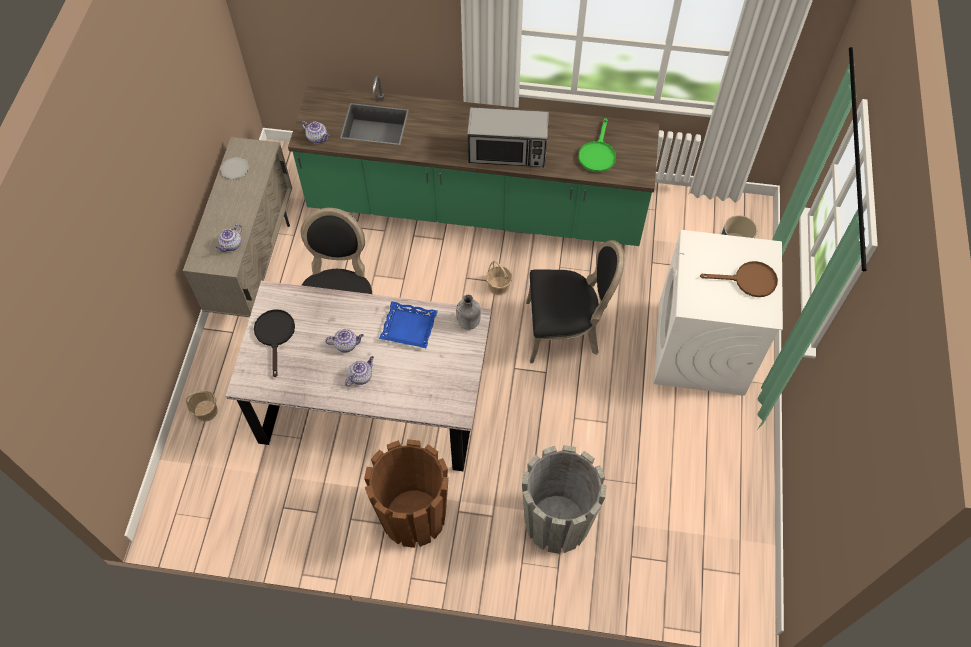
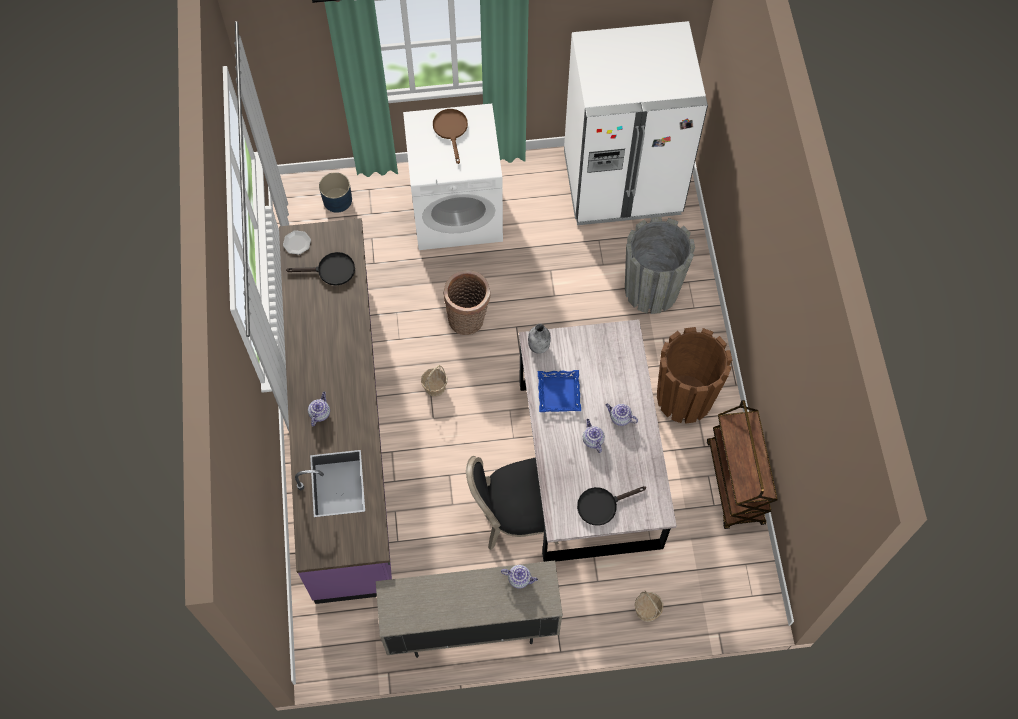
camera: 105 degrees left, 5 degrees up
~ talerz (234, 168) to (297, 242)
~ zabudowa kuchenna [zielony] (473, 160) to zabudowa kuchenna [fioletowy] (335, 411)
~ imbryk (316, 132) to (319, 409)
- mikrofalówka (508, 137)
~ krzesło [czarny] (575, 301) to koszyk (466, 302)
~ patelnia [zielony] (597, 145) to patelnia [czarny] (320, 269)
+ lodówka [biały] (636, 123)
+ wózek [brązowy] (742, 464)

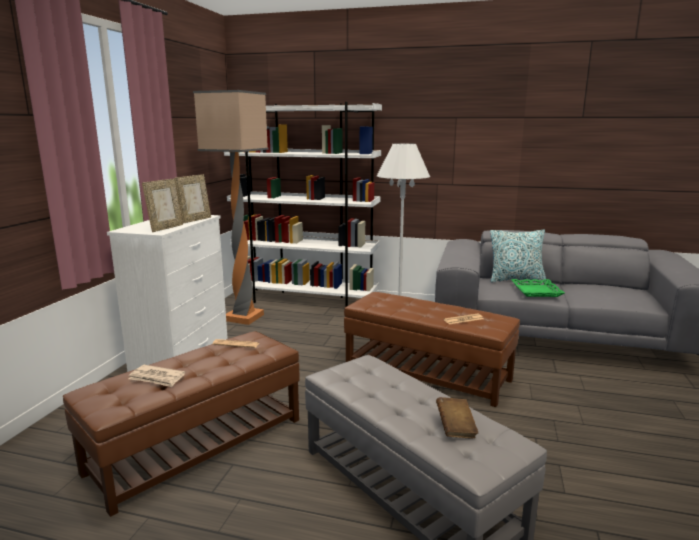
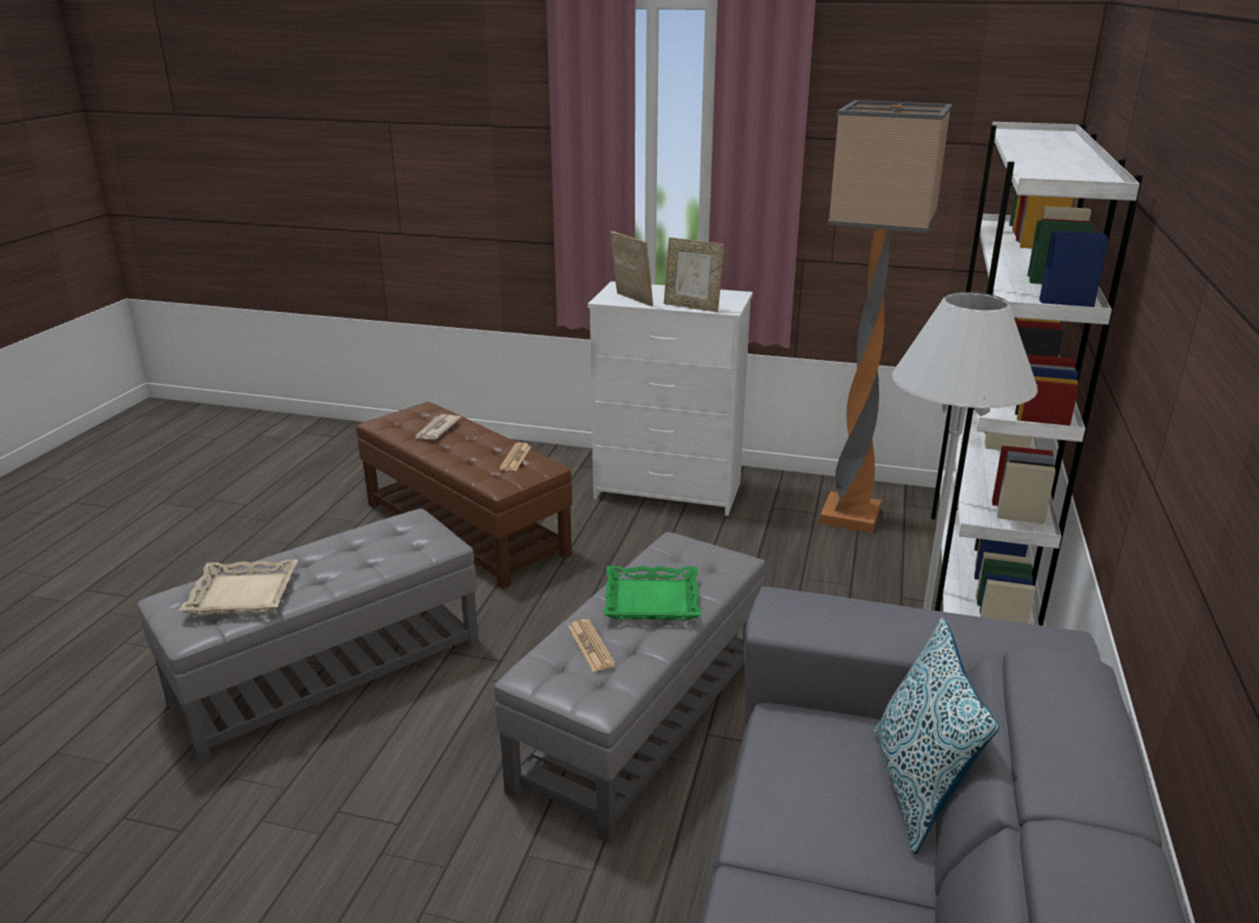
camera: 90 degrees right, 10 degrees up
~ ramka na zdjęcie (162, 205) = (631, 268) 150 degrees counterclockwise
~ pufa [brązowy] (432, 349) to pufa [szary] (629, 687)
~ książka [brązowy] (457, 418) to taca [beżowy] (238, 587)
~ taca [zielony] (538, 288) to (652, 593)

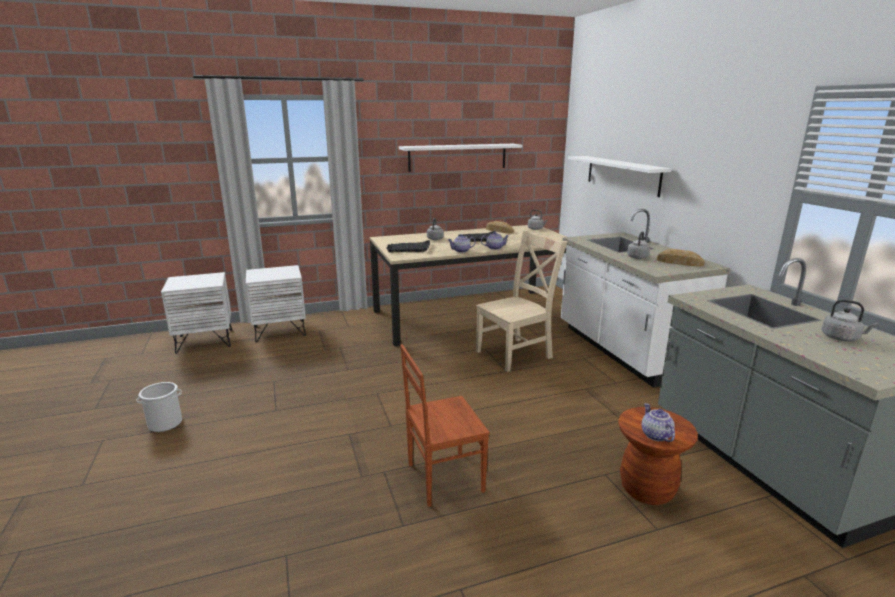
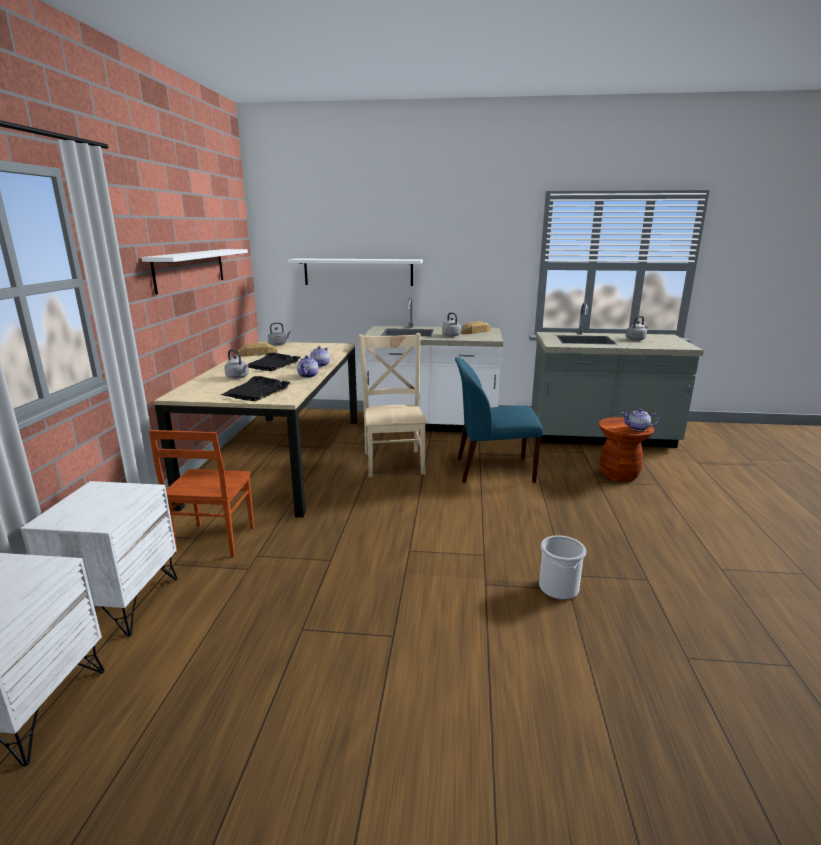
camera: 65 degrees left, 0 degrees up
~ wiadro (159, 407) to (562, 567)
~ krzesło [brązowy] (445, 425) to (201, 493)
+ krzesło [niebieski] (499, 420)

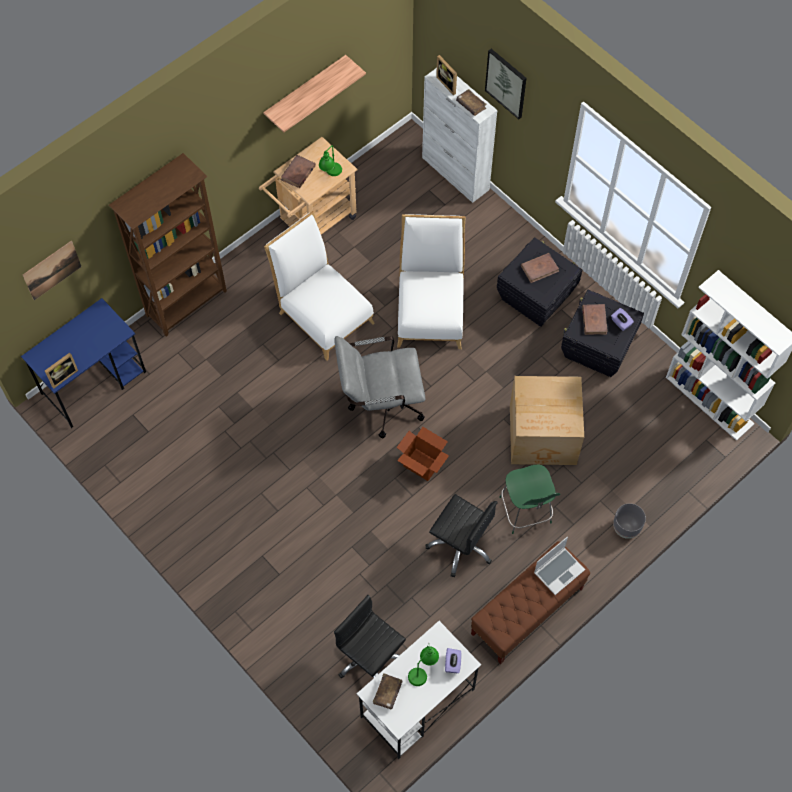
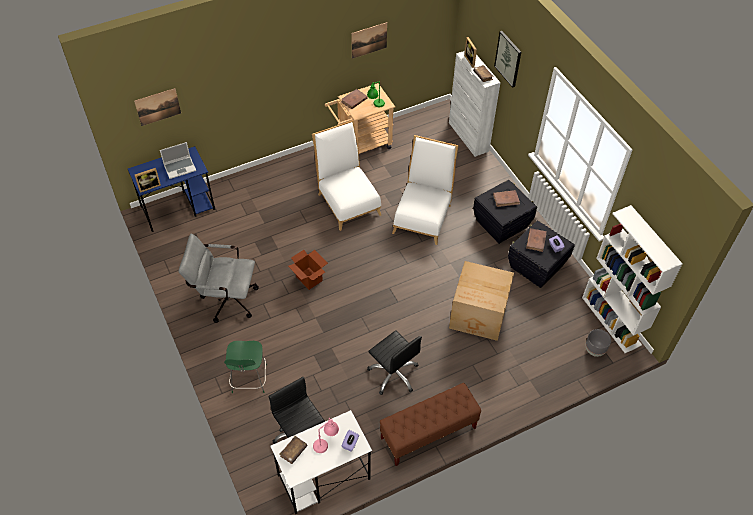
camera: 15 degrees right, 10 degrees down
- regał [brązowy] (168, 244)
~ półka (314, 93) to obraz (369, 40)
~ krzesło biurowe [szary] (379, 387) to (218, 278)
~ karton (423, 454) to (308, 270)
~ lampa stołowa [zielony] (423, 666) to lampa stołowa [różowy] (326, 435)
~ krzesło [zielony] (529, 499) to (245, 367)
~ laptop (559, 566) to (178, 160)
~ donica [szary] (629, 521) to (598, 343)

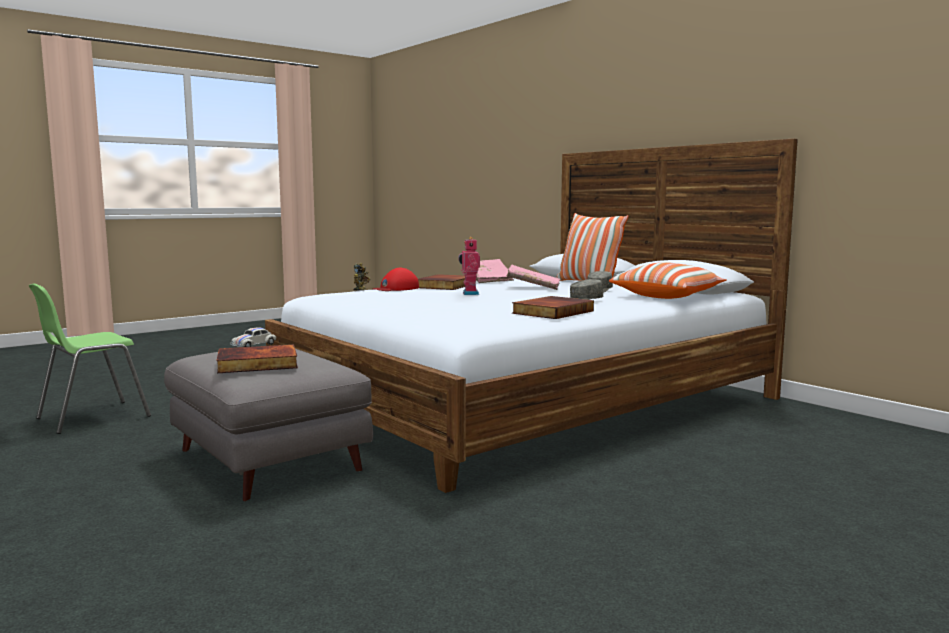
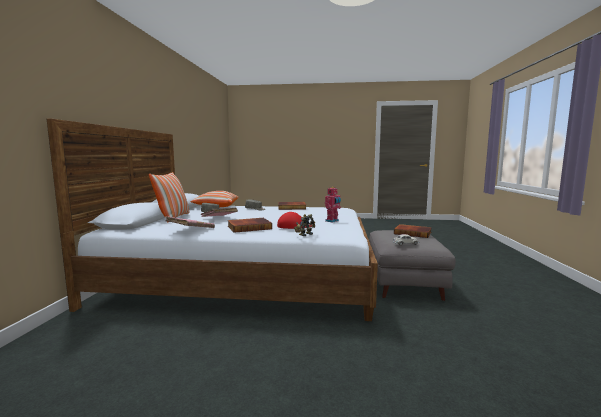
camera: 135 degrees left, 0 degrees up
- krzesło [zielony] (90, 358)
~ robot zabawkowy (469, 266) to (333, 205)

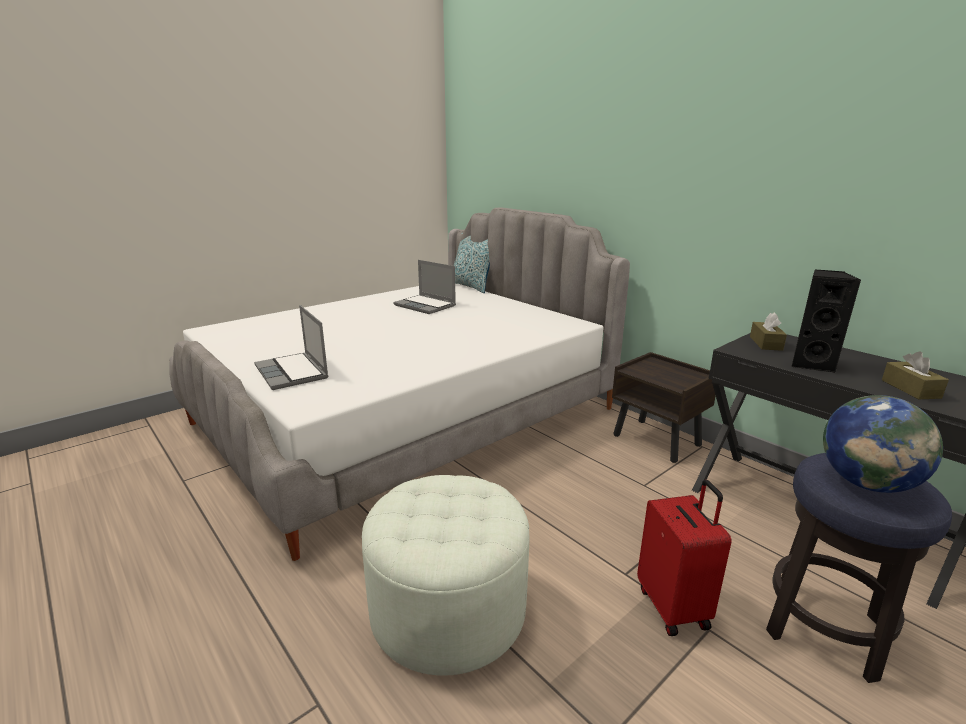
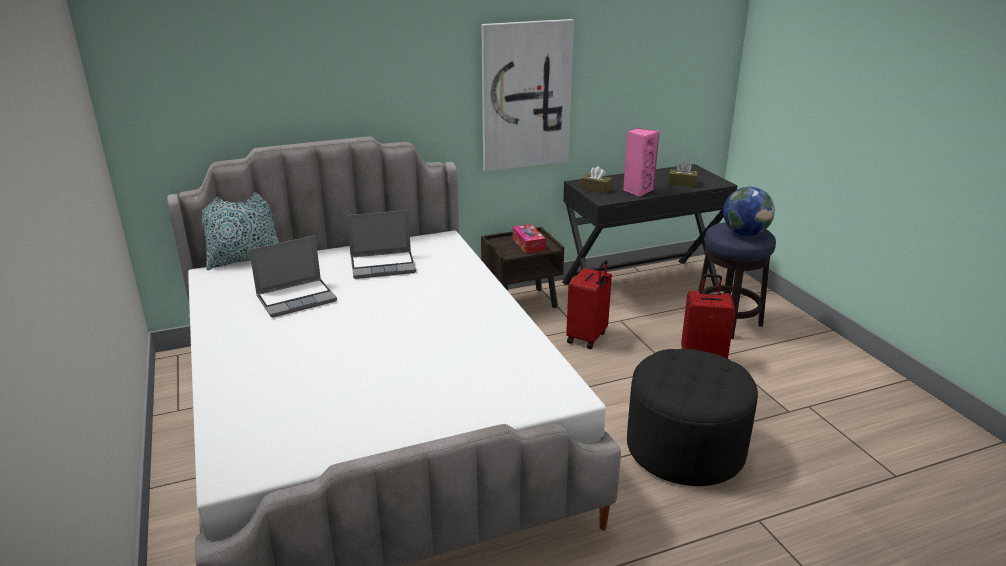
camera: 70 degrees left, 5 degrees up
~ laptop (291, 347) to (381, 244)
~ pufa [biały] (445, 575) to pufa [czarny] (692, 417)
~ głośnik [czarny] (826, 321) to głośnik [różowy] (641, 162)
+ obraz (527, 95)
+ pudełko chusteczek (529, 239)
+ walizka [czerwony] (589, 304)

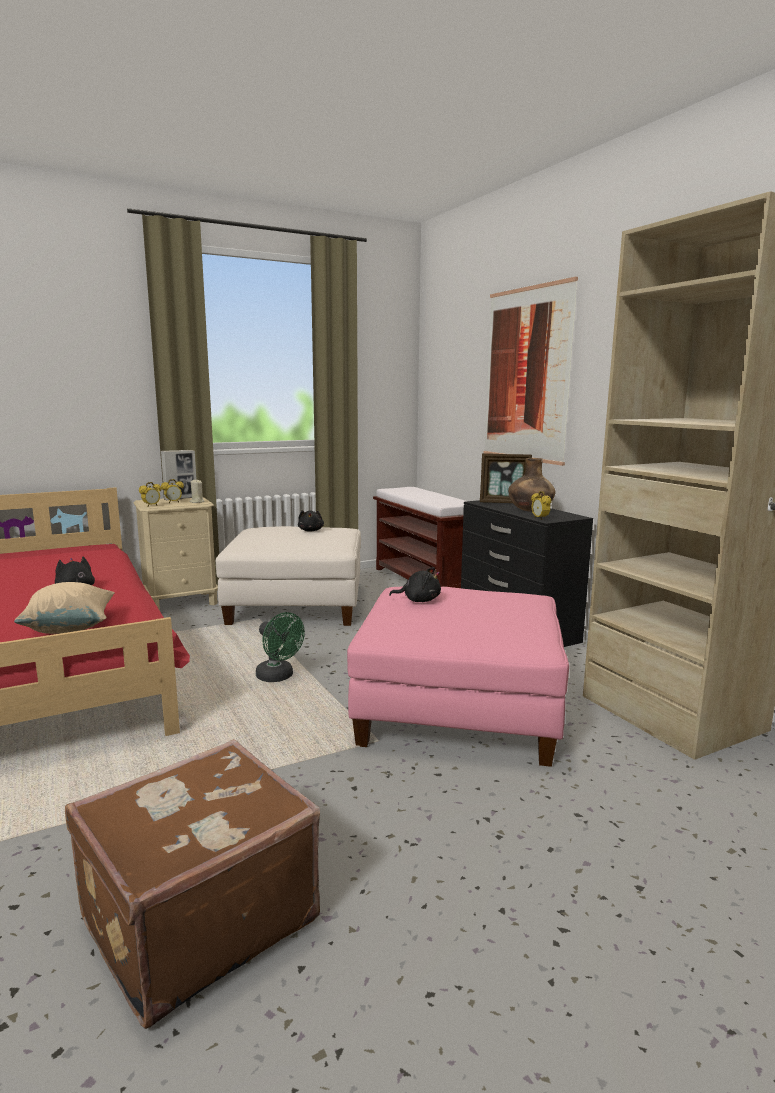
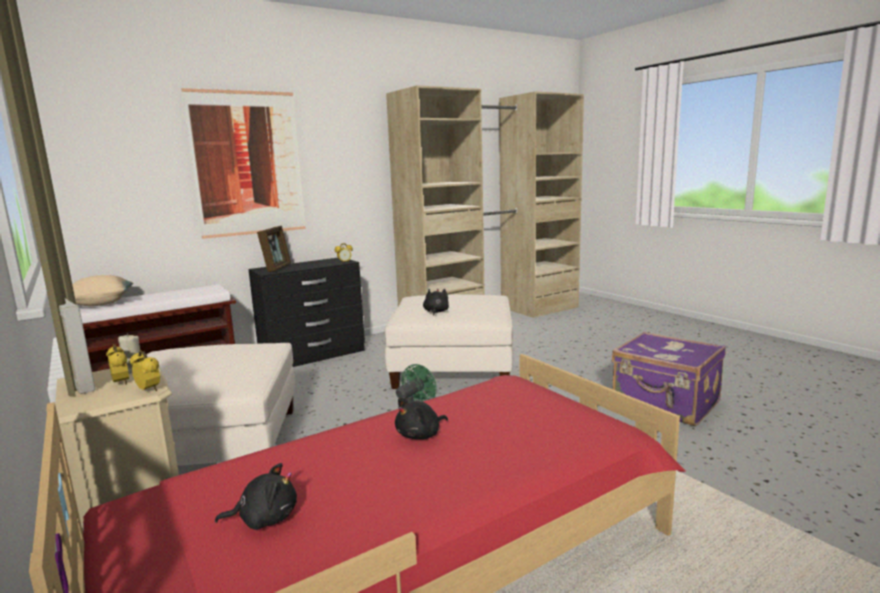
camera: 95 degrees left, 0 degrees up
~ poduszka [beżowy] (64, 608) to (102, 290)
~ walizka [brązowy] (192, 884) to walizka [fioletowy] (669, 379)
~ pluszak [czarny] (311, 521) to (256, 496)
~ pufa [różowy] (458, 676) to pufa [biały] (448, 341)
- wazon [brązowy] (532, 485)

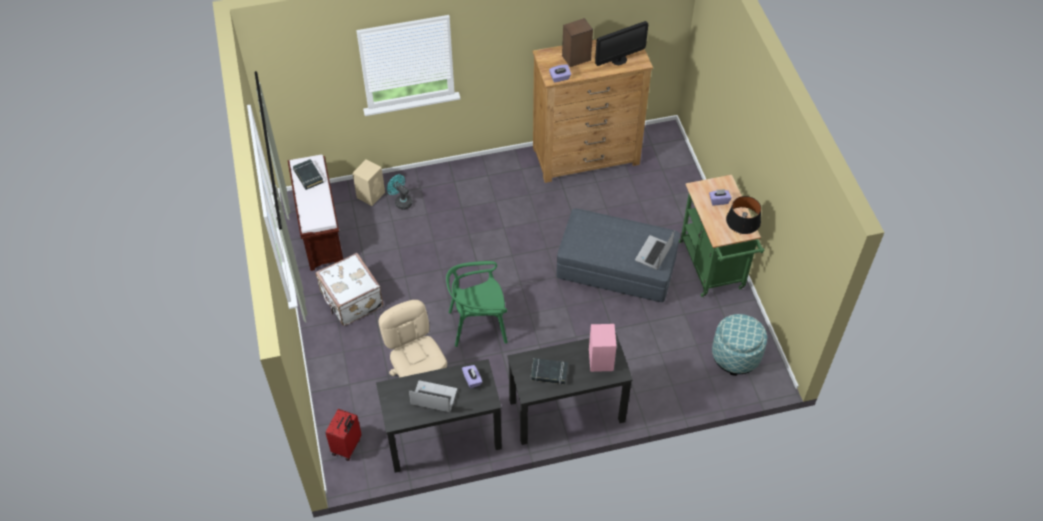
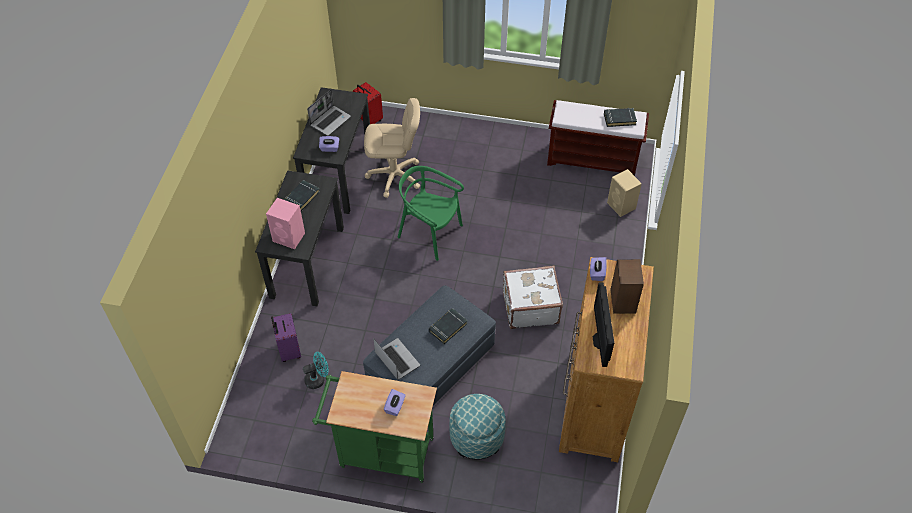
camera: 115 degrees right, 0 degrees up
~ walizka [biały] (349, 289) to (533, 297)
~ wentylator [turkusowy] (400, 192) to (316, 370)
~ krzesło [zielony] (477, 304) = (431, 213) 75 degrees counterclockwise
~ pufa (739, 345) to (477, 427)
- lampa stołowa [czarny] (743, 215)
+ walizka [fioletowy] (286, 337)
+ książka [czarny] (448, 326)

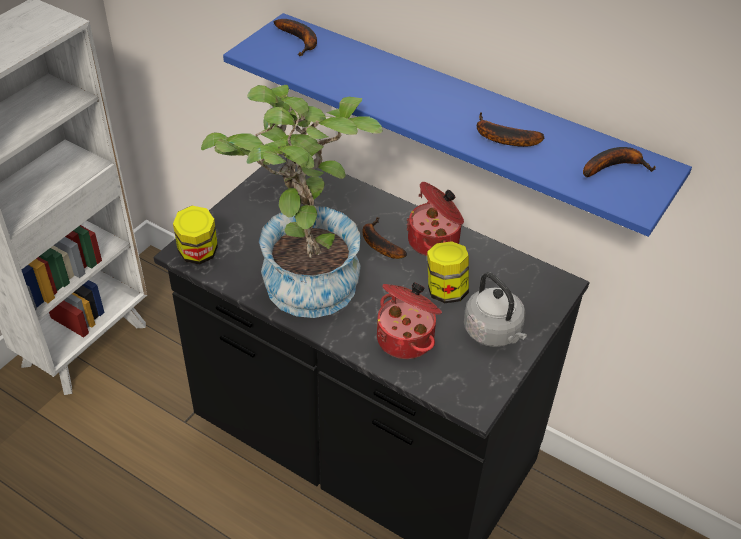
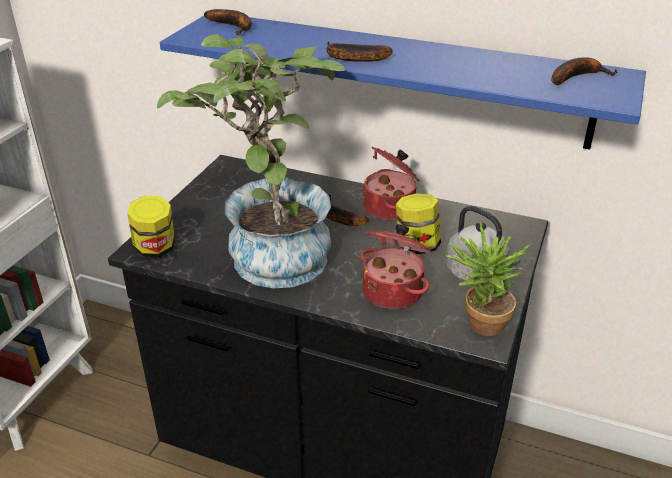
camera: 10 degrees left, 10 degrees down
~ banan (510, 130) to (360, 51)
+ roślina doniczkowa (488, 279)

